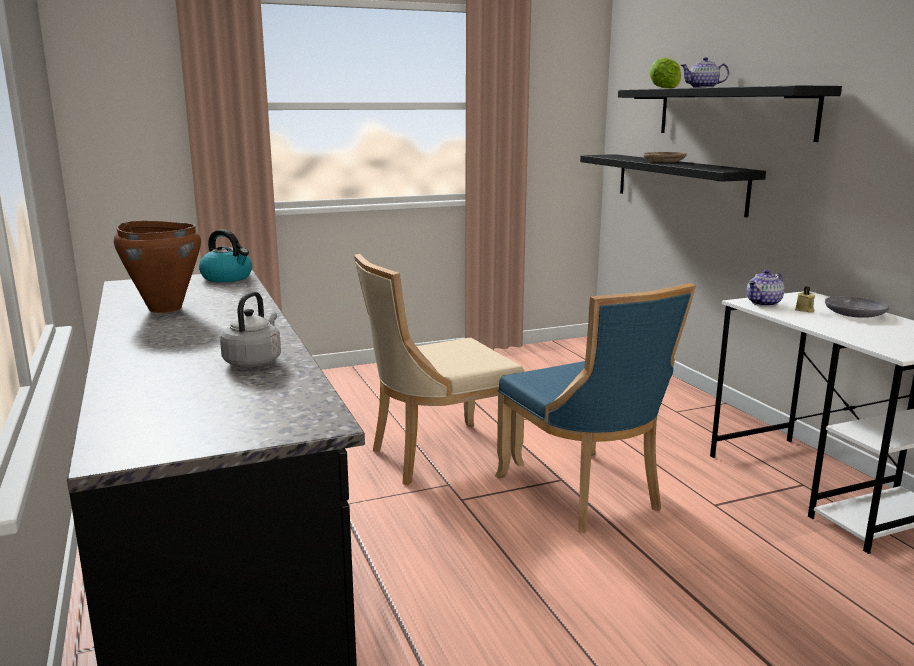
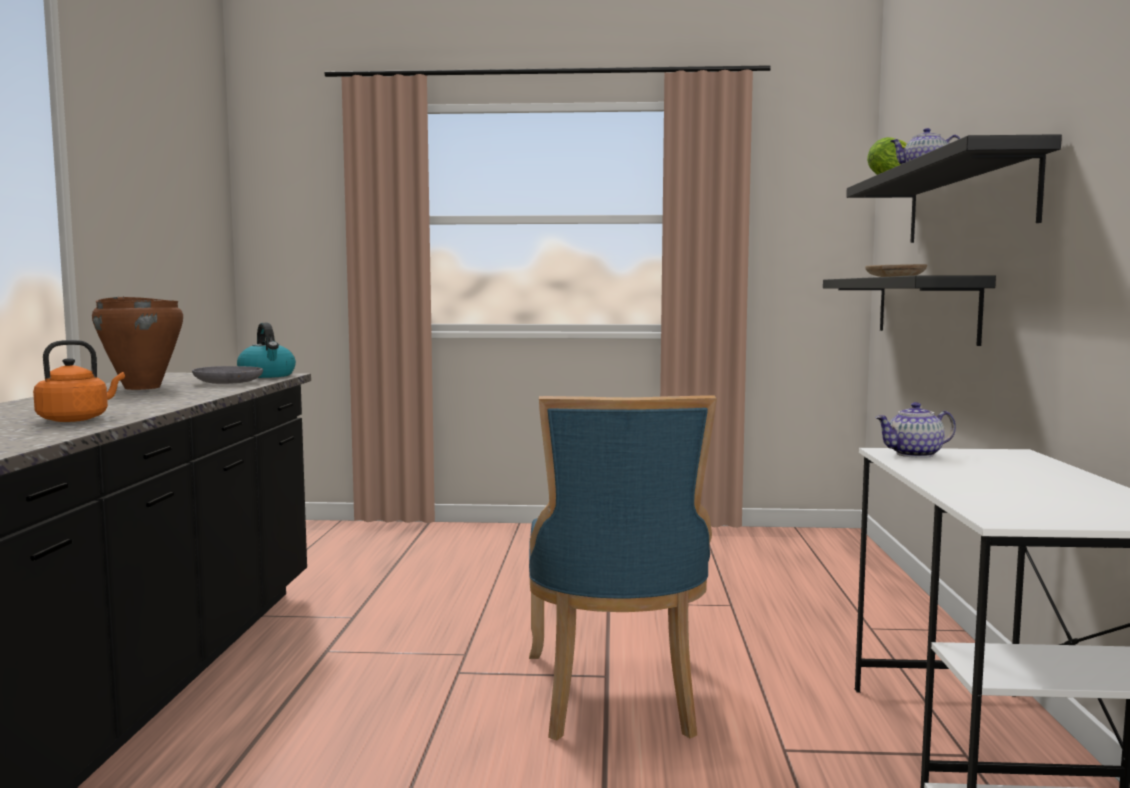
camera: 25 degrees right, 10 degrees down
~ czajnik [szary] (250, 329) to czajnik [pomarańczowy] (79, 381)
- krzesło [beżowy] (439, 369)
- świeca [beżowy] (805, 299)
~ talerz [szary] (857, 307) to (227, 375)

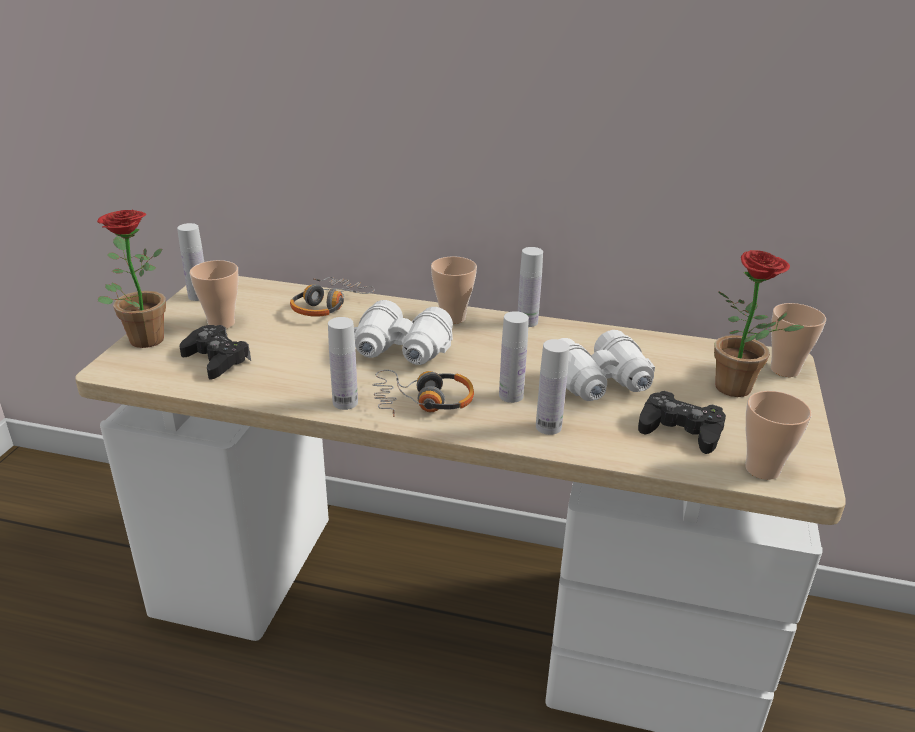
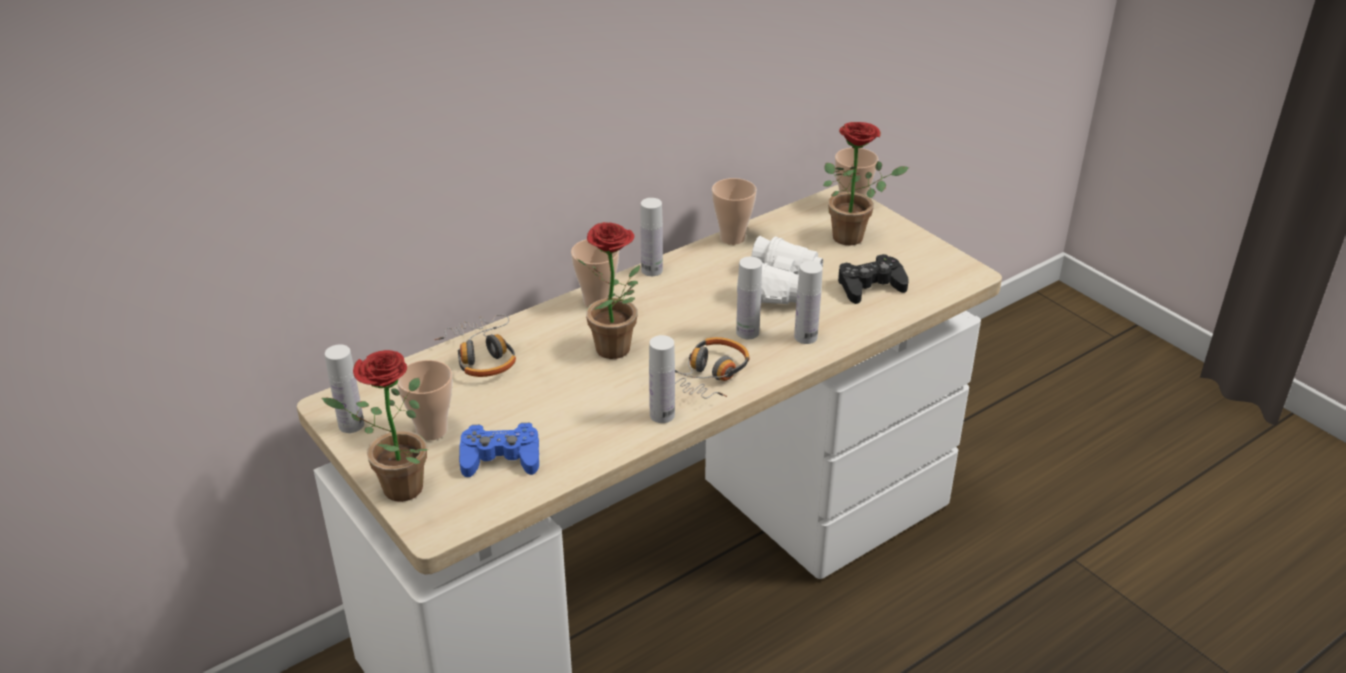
camera: 50 degrees left, 5 degrees up
~ pad do gier [czarny] (215, 352) to pad do gier [niebieski] (499, 450)
~ lornetka [biały] (403, 332) to roślina doniczkowa (608, 290)
~ filiżanka (778, 435) to (734, 211)

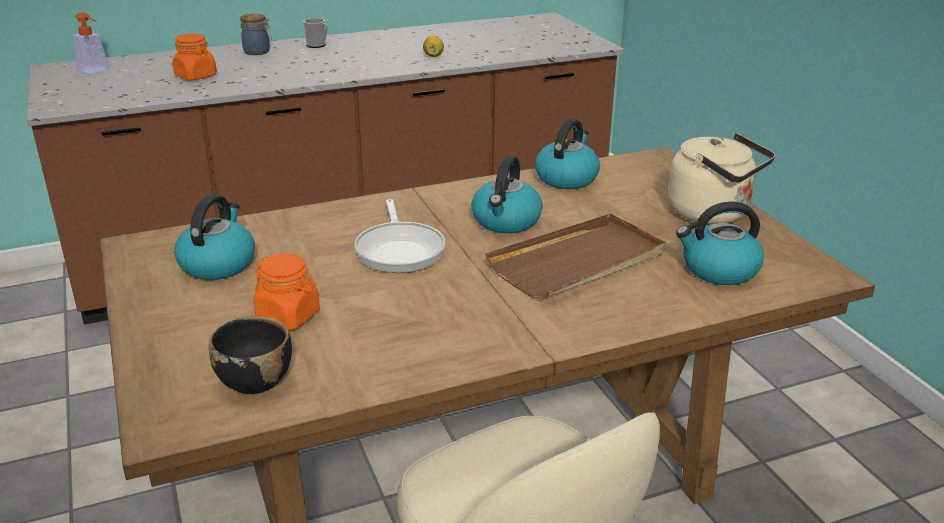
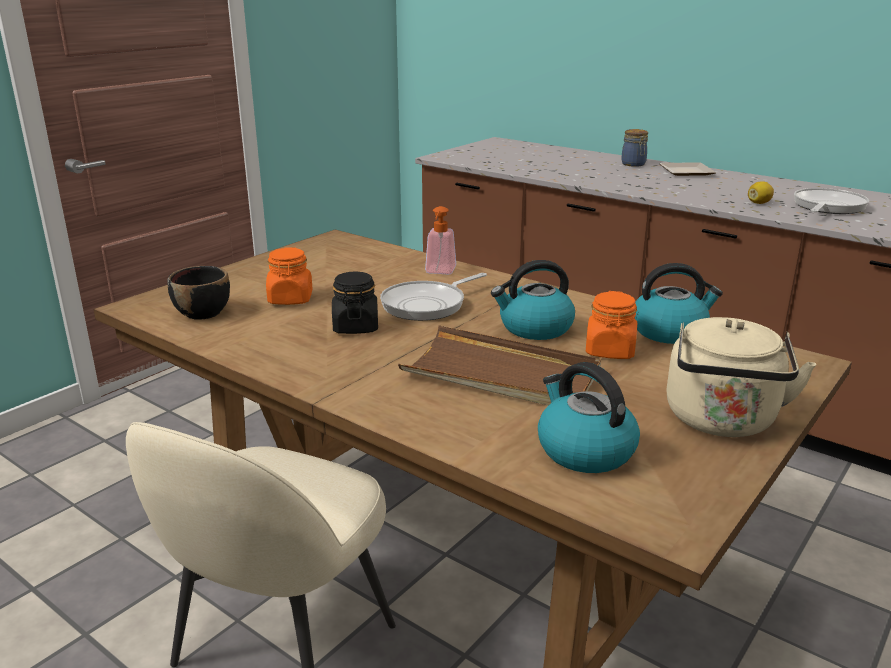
camera: 60 degrees right, 5 degrees down
~ dozownik mydła (91, 43) to (440, 240)
~ słoik [pomarańczowy] (194, 56) to (611, 325)
- czajnik (214, 237)
~ kubek (315, 33) to talerz (687, 169)
+ słoik [czarny] (355, 303)
+ patelnia (831, 201)

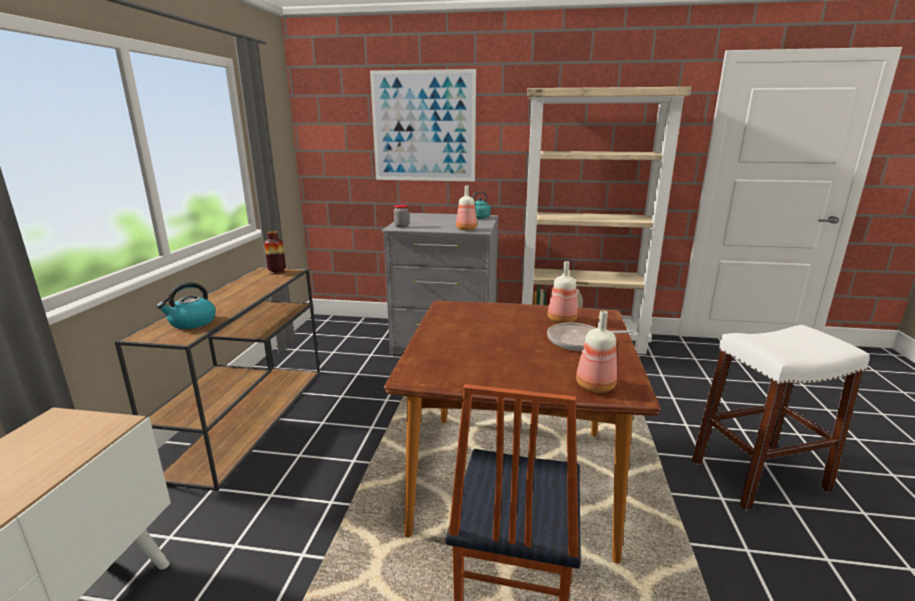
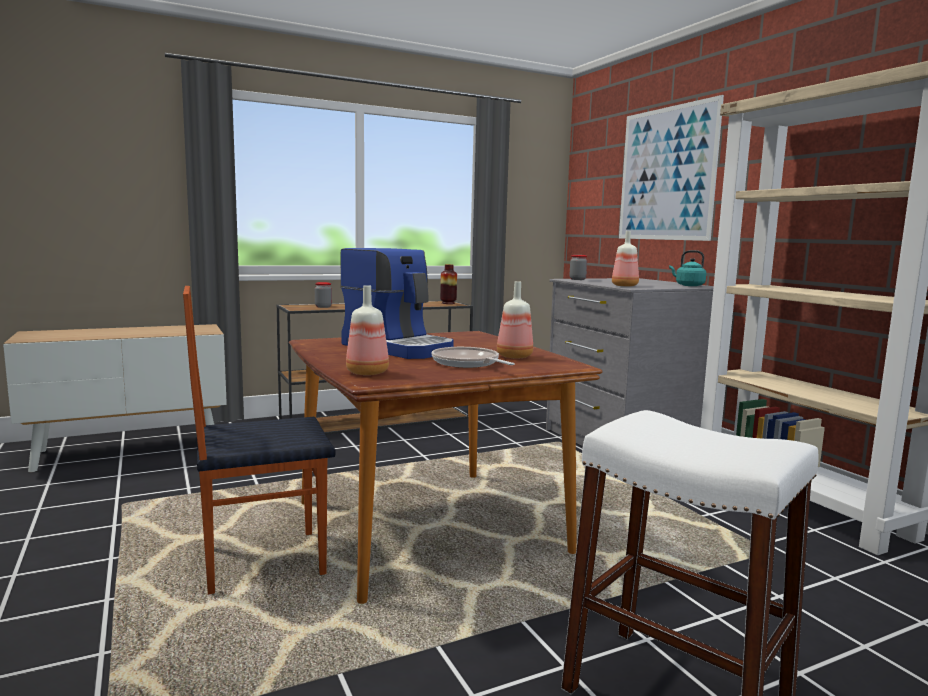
camera: 55 degrees right, 10 degrees down
~ czajnik (186, 305) to słoik (323, 295)
+ ekspres do kawy (397, 303)

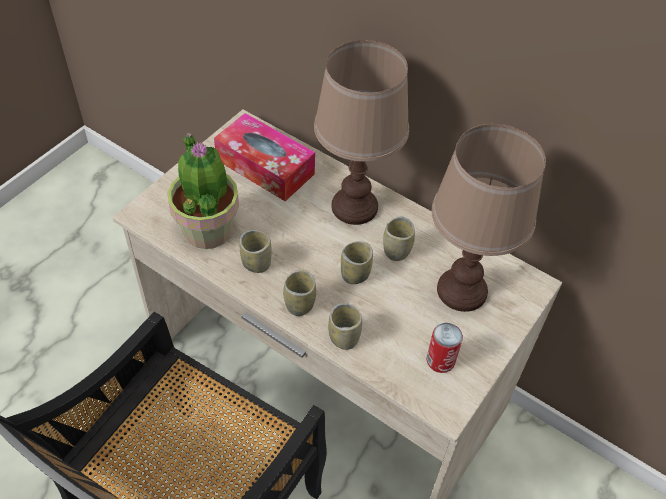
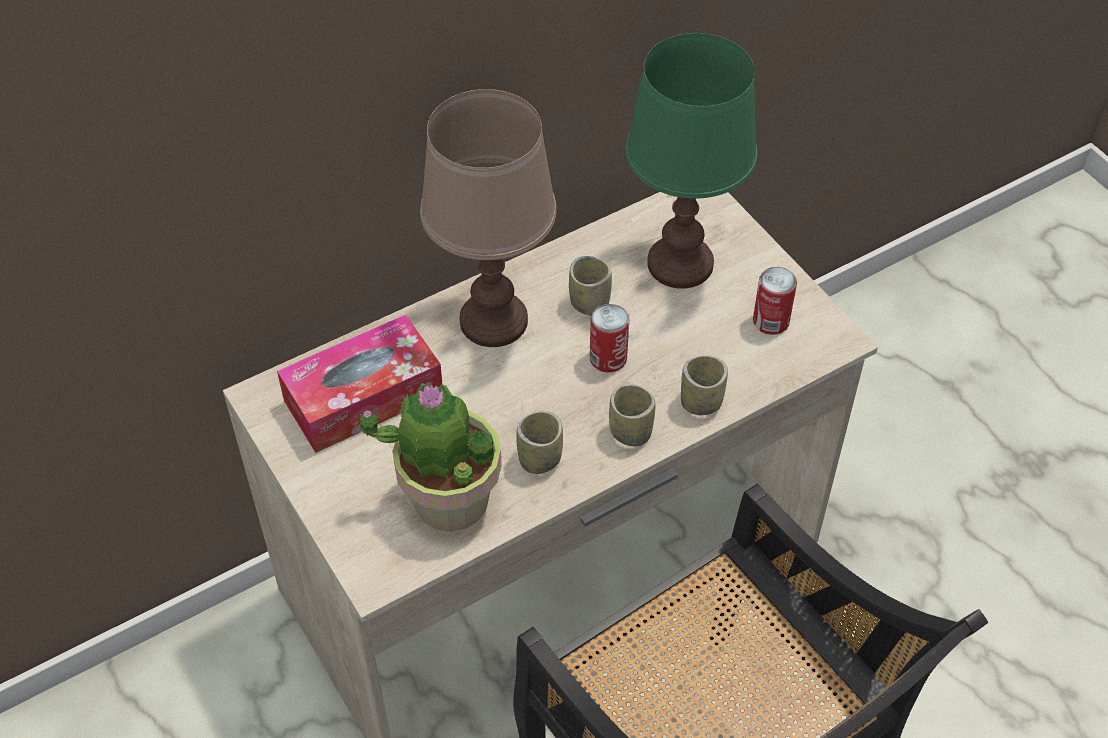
camera: 65 degrees left, 0 degrees up
~ filiżanka (357, 262) to puszka (609, 338)
~ lampa stołowa [brązowy] (489, 218) to lampa stołowa [zielony] (691, 161)

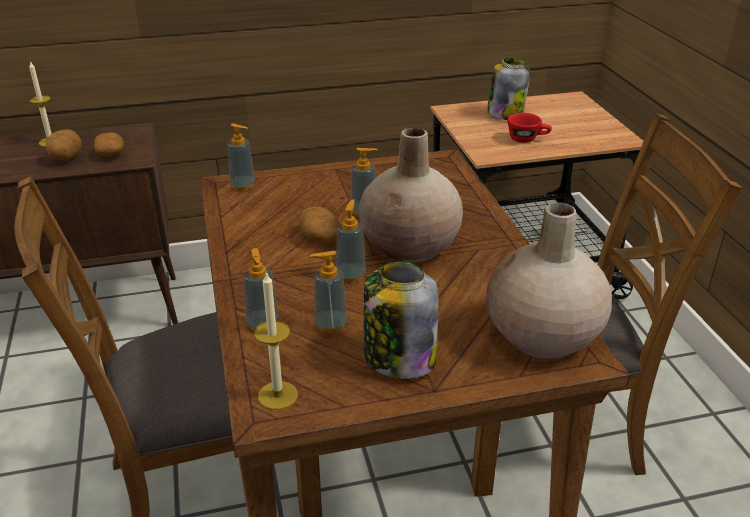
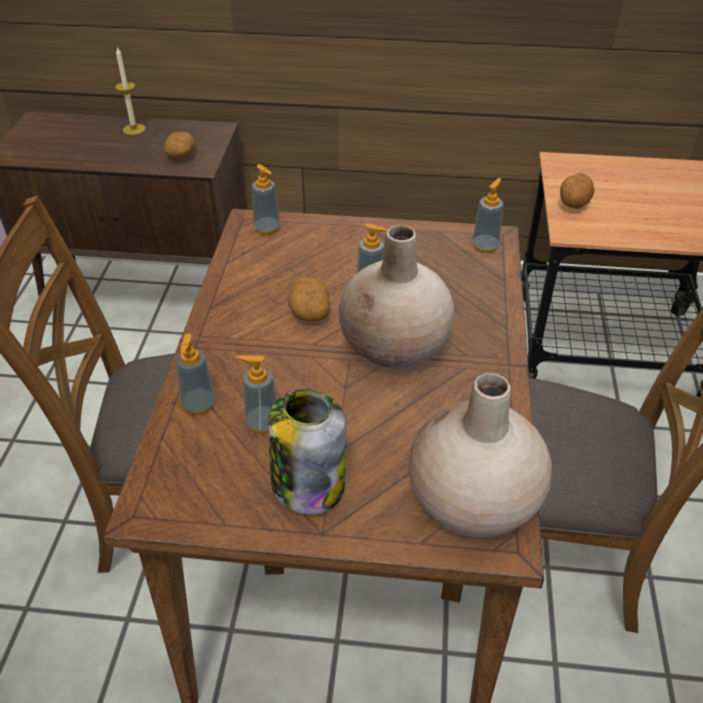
camera: 20 degrees right, 10 degrees up
~ ziemniak (64, 145) to (577, 191)
- świeca (276, 340)
~ dozownik mydła (351, 240) to (487, 215)
- słoik (508, 89)
- filiżanka [czerwony] (529, 128)

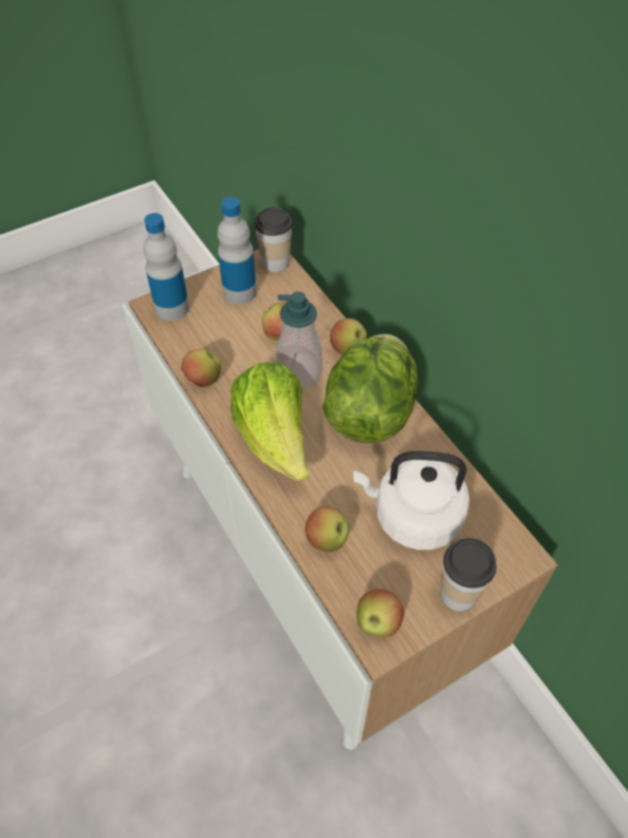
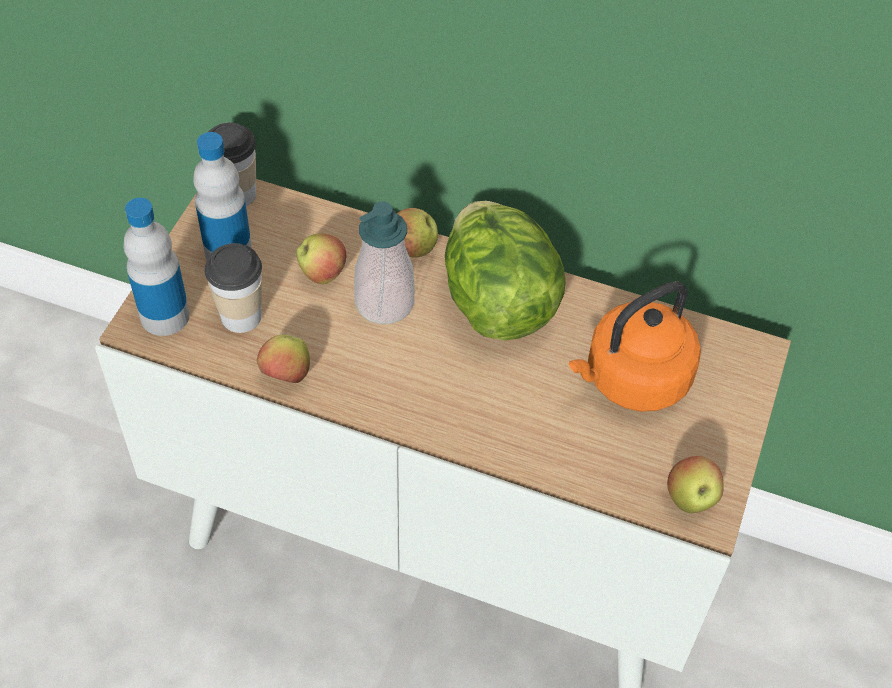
camera: 40 degrees left, 0 degrees up
- sałata (270, 421)
- jabłko (327, 529)
~ czajnik [biały] (411, 500) to czajnik [pomarańczowy] (635, 346)
~ filiżanka (469, 574) to (233, 288)

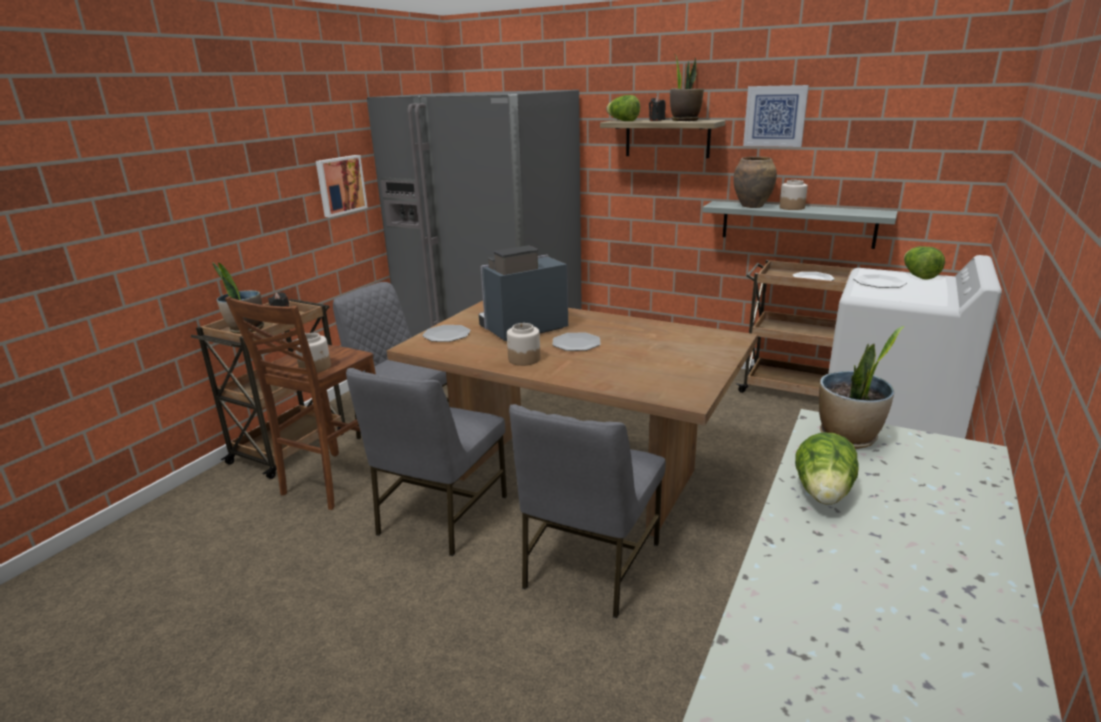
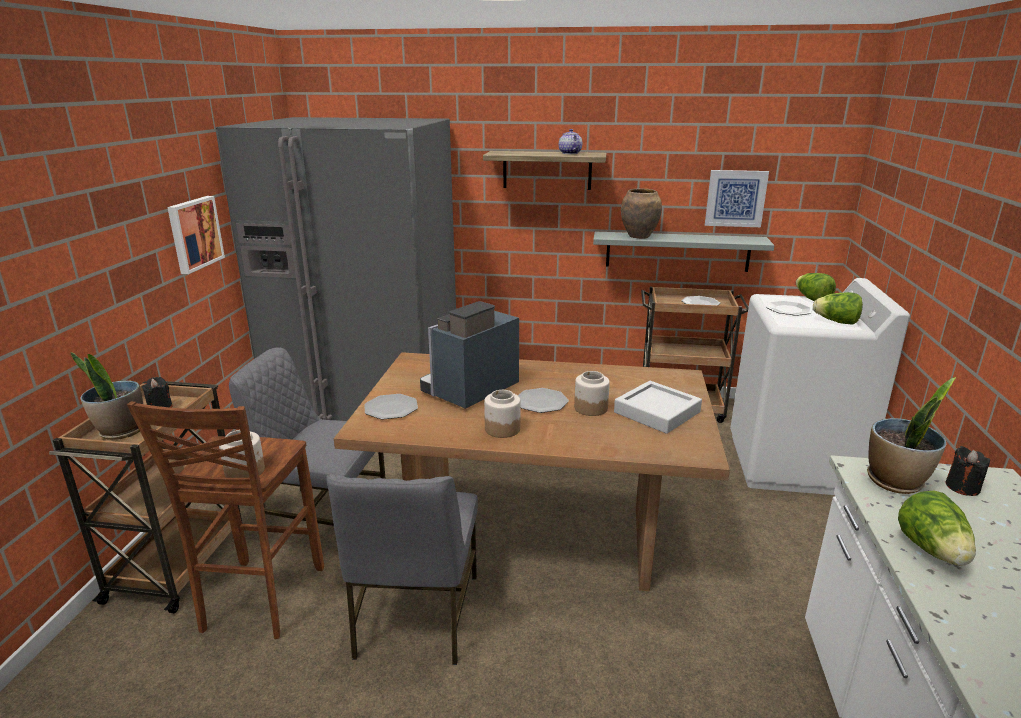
camera: 20 degrees left, 0 degrees up
- krzesło [szary] (587, 511)
~ sałata (623, 108) to (838, 308)
~ świeca [czarny] (657, 109) to (968, 471)
~ roślina doniczkowa (687, 88) to imbryk (570, 141)
~ obraz (776, 116) to (737, 198)
~ słoik (794, 195) to (592, 393)
+ taca [szary] (658, 407)

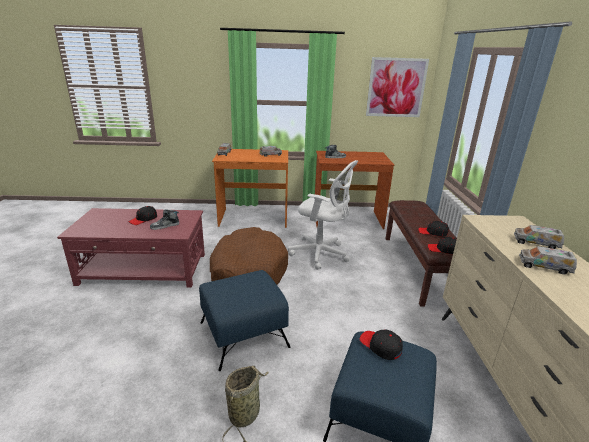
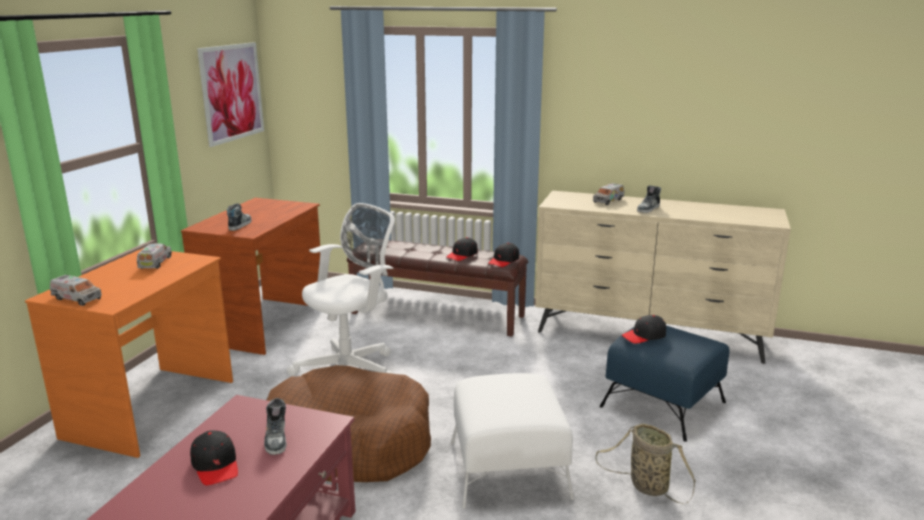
camera: 70 degrees left, 5 degrees down
~ pufa [niebieski] (244, 320) to pufa [biały] (512, 440)
~ ciężarówka zabawkowa (548, 260) to but (649, 199)

